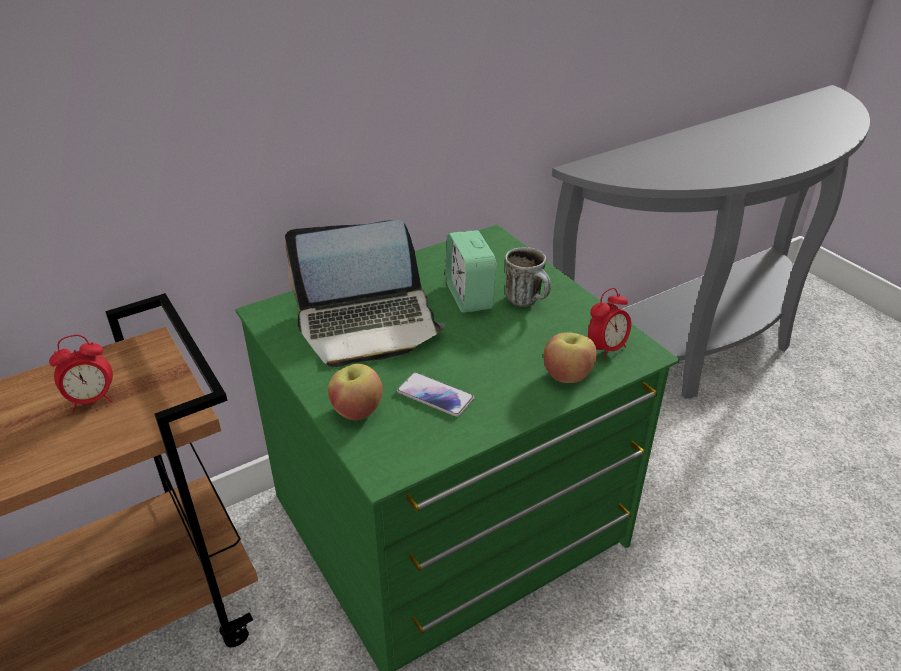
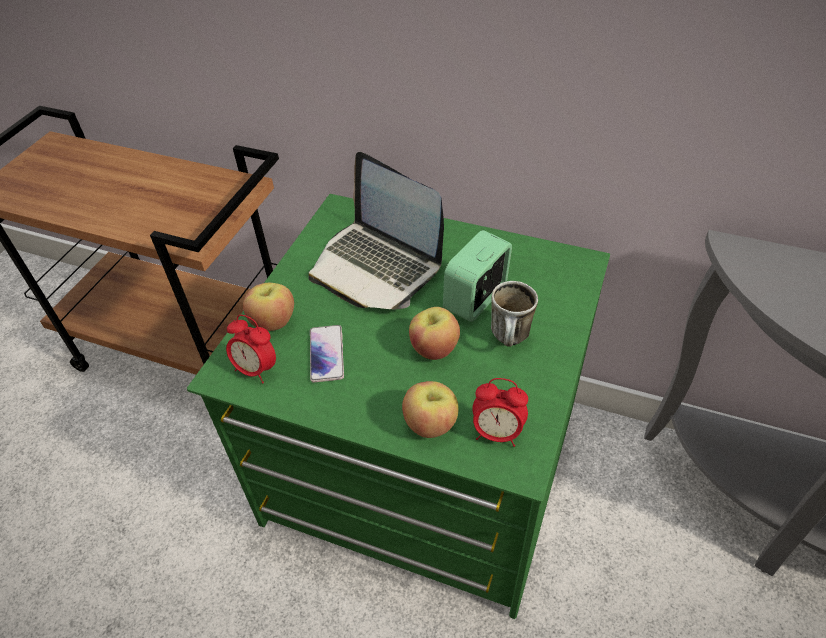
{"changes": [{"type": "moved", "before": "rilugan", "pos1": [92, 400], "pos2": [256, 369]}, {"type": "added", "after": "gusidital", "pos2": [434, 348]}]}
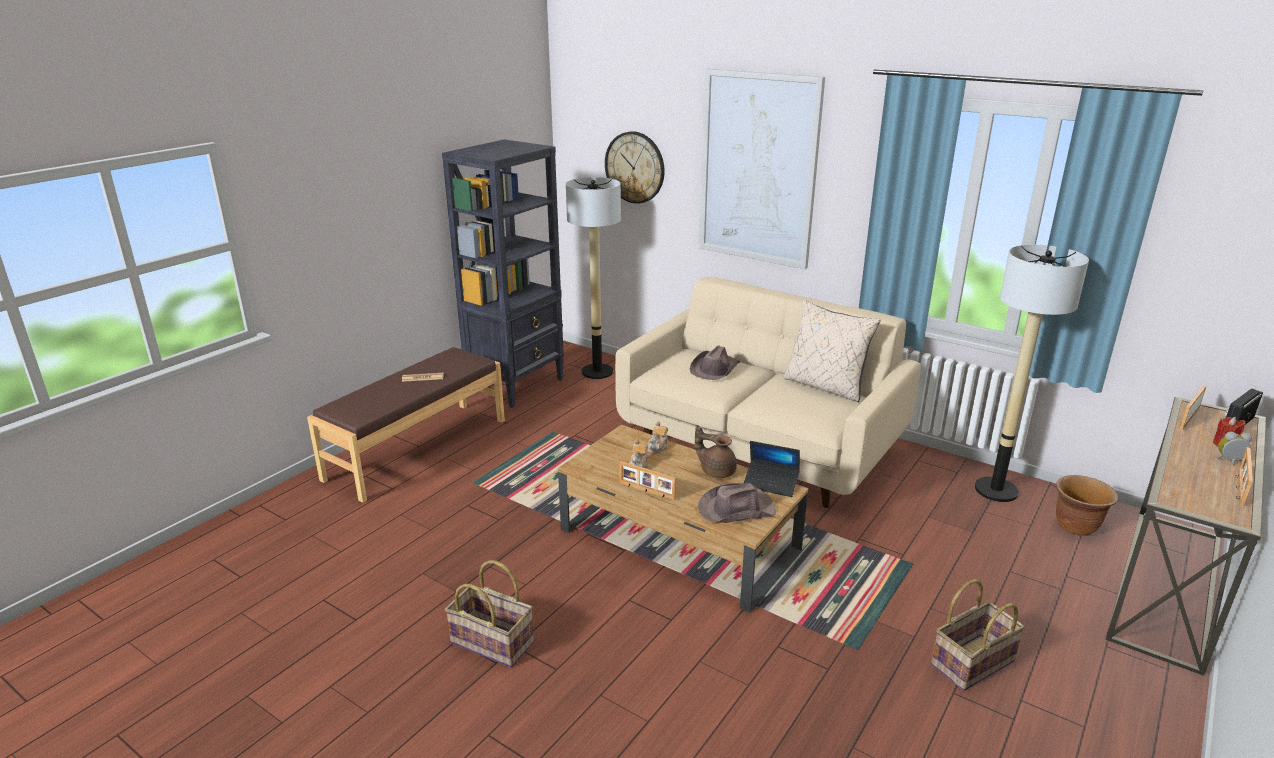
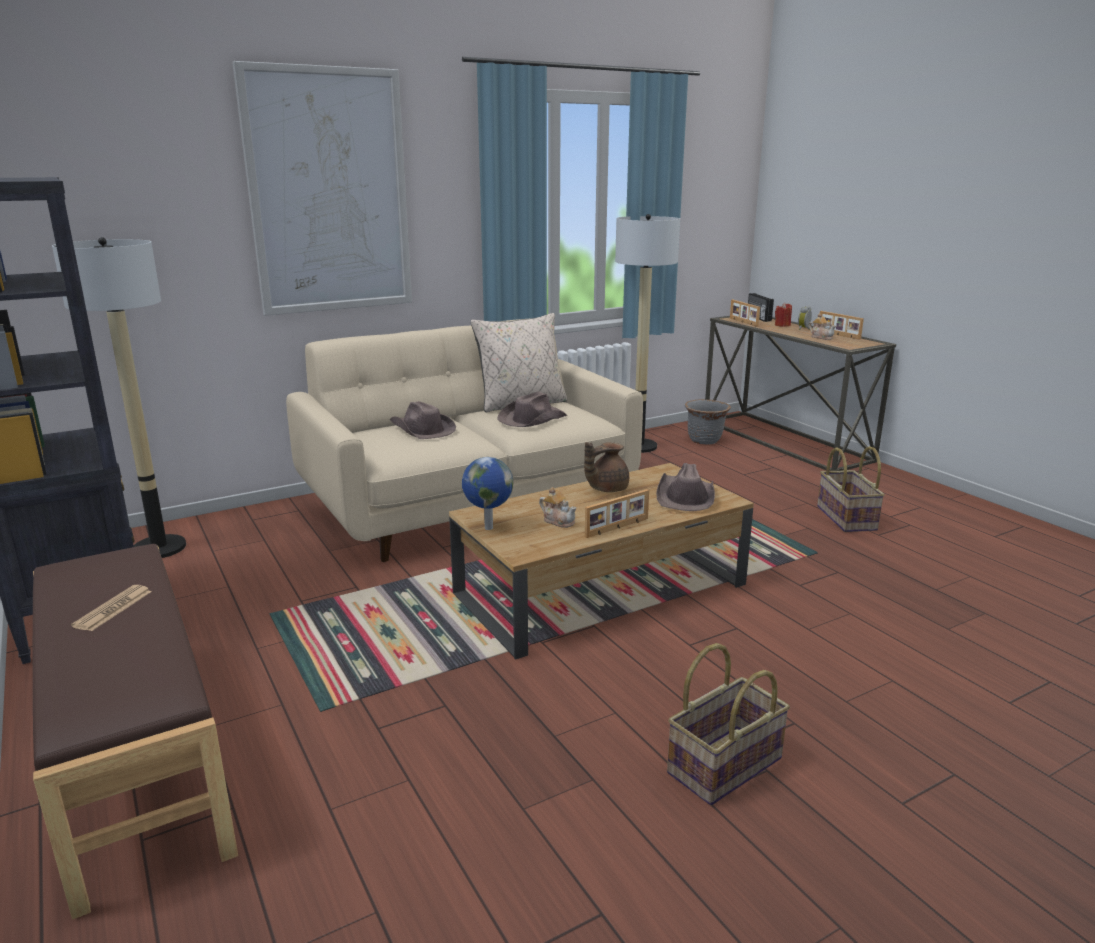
{"changes": [{"type": "removed", "before": "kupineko", "pos1": [635, 167]}, {"type": "moved", "before": "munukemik", "pos1": [658, 447], "pos2": [821, 337]}, {"type": "removed", "before": "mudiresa", "pos1": [770, 484]}, {"type": "recoloured", "before": "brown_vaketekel", "after": "grey_vaketekel", "pos1": [1076, 527], "pos2": [704, 440]}, {"type": "added", "after": "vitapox", "pos2": [487, 528]}, {"type": "added", "after": "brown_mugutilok", "pos2": [531, 419]}]}
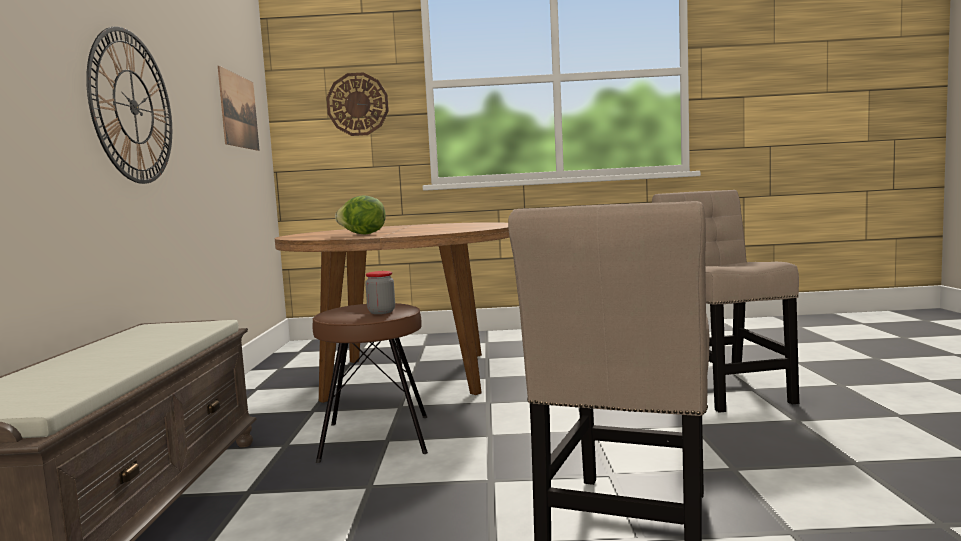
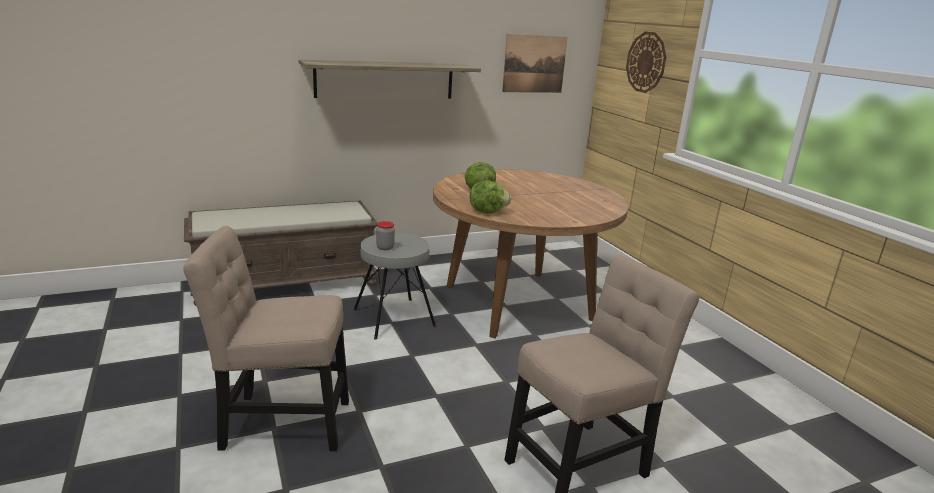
{"changes": [{"type": "replaced", "before": "kupineko", "after": "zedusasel", "pos1": [133, 107], "pos2": [385, 80]}, {"type": "recoloured", "before": "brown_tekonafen", "after": "grey_tekonafen", "pos1": [375, 438], "pos2": [393, 318]}, {"type": "added", "after": "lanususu", "pos2": [487, 211]}]}
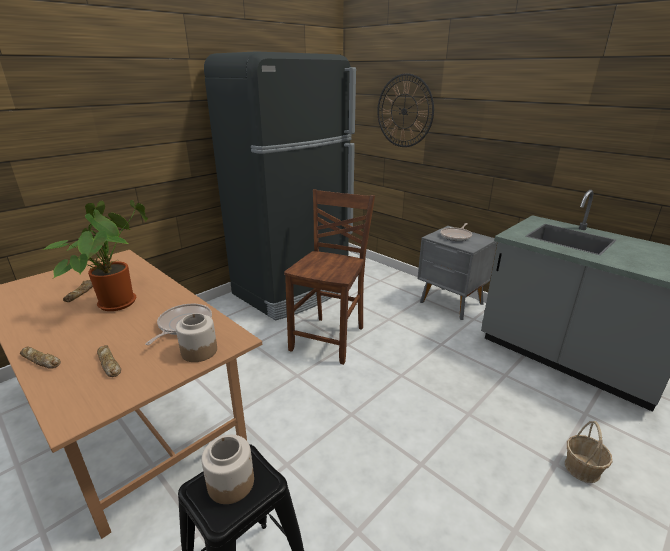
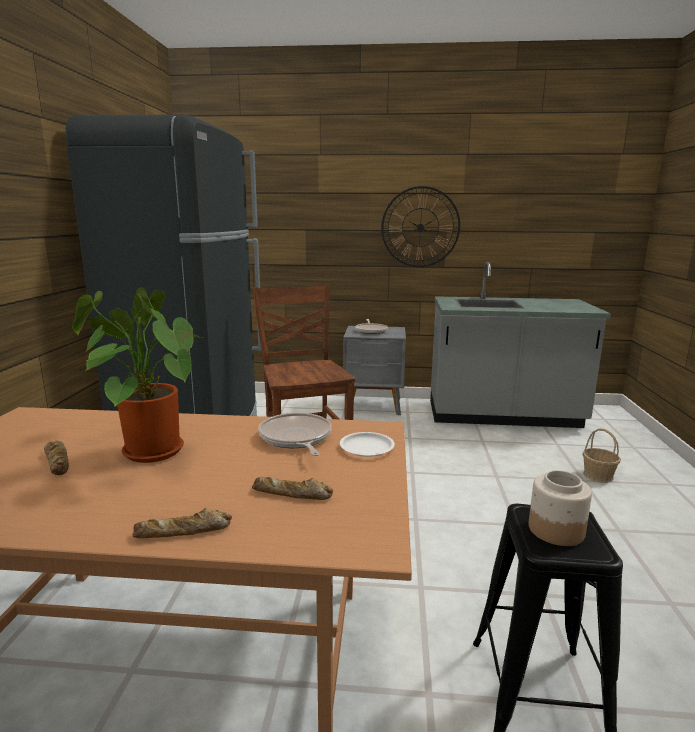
{"changes": [{"type": "replaced", "before": "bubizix", "after": "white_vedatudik", "pos1": [199, 351], "pos2": [366, 448]}, {"type": "moved", "before": "kupineko", "pos1": [404, 111], "pos2": [420, 227]}]}
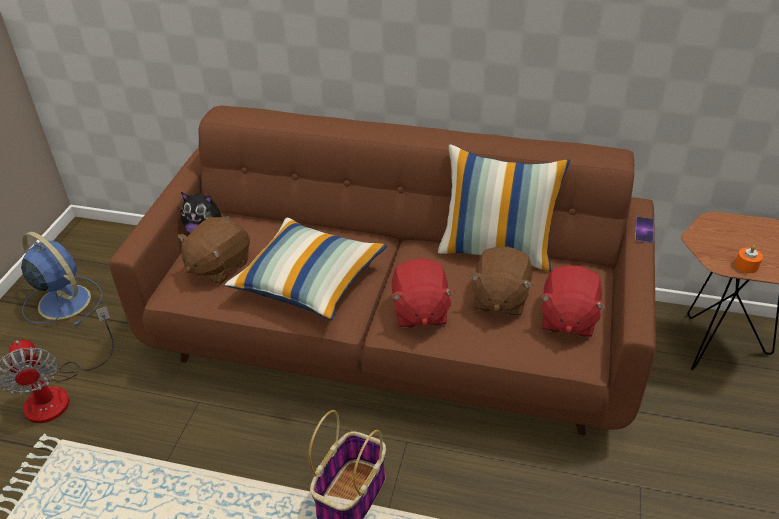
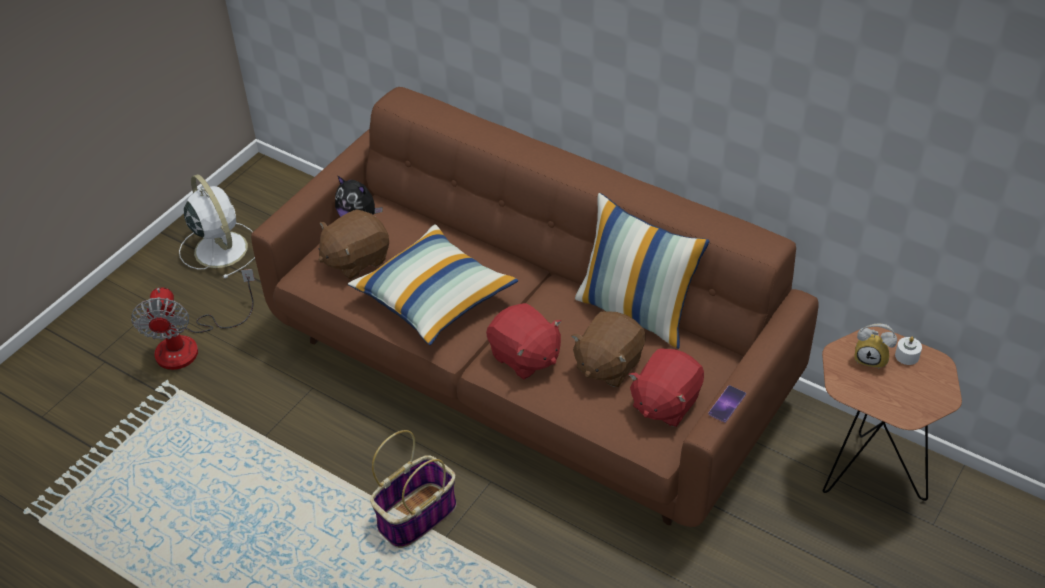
{"changes": [{"type": "recoloured", "before": "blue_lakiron", "after": "white_lakiron", "pos1": [63, 301], "pos2": [220, 248]}, {"type": "turned", "before": "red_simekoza", "pos1": [419, 311], "pos2": [524, 357], "turn": -60}, {"type": "moved", "before": "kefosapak", "pos1": [644, 230], "pos2": [727, 404]}, {"type": "removed", "before": "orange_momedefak", "pos1": [746, 265]}, {"type": "added", "after": "rilugan", "pos2": [872, 358]}, {"type": "added", "after": "white_momedefak", "pos2": [907, 356]}]}
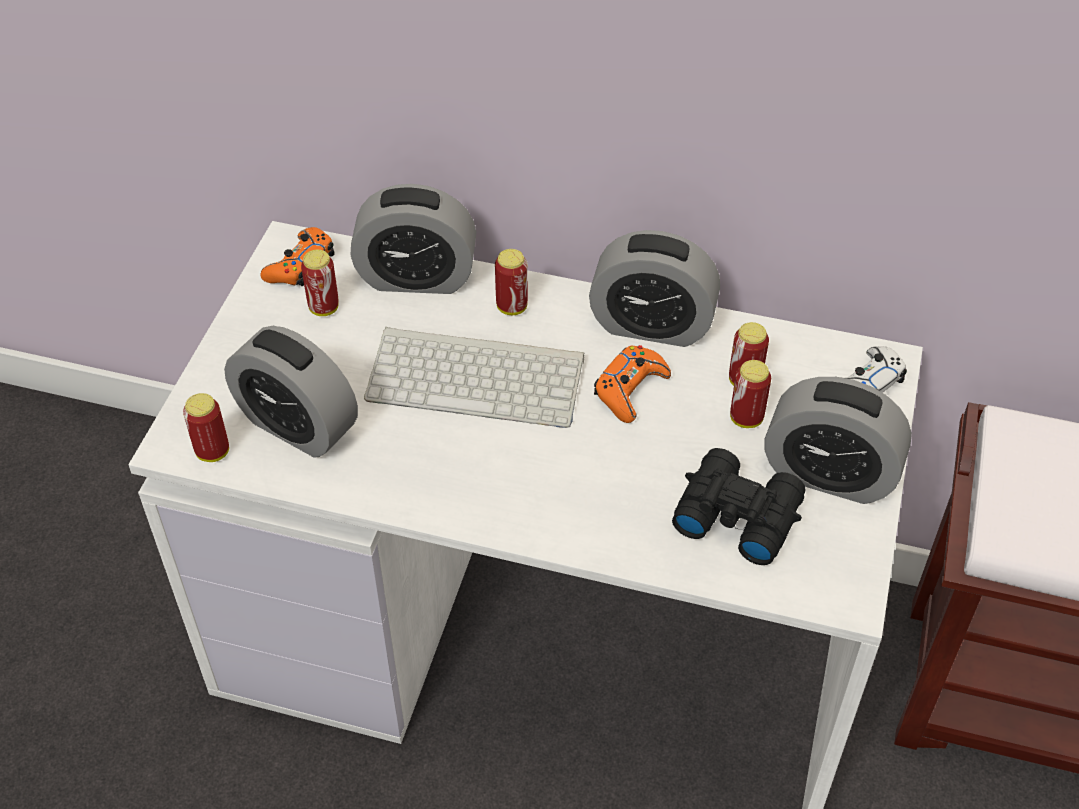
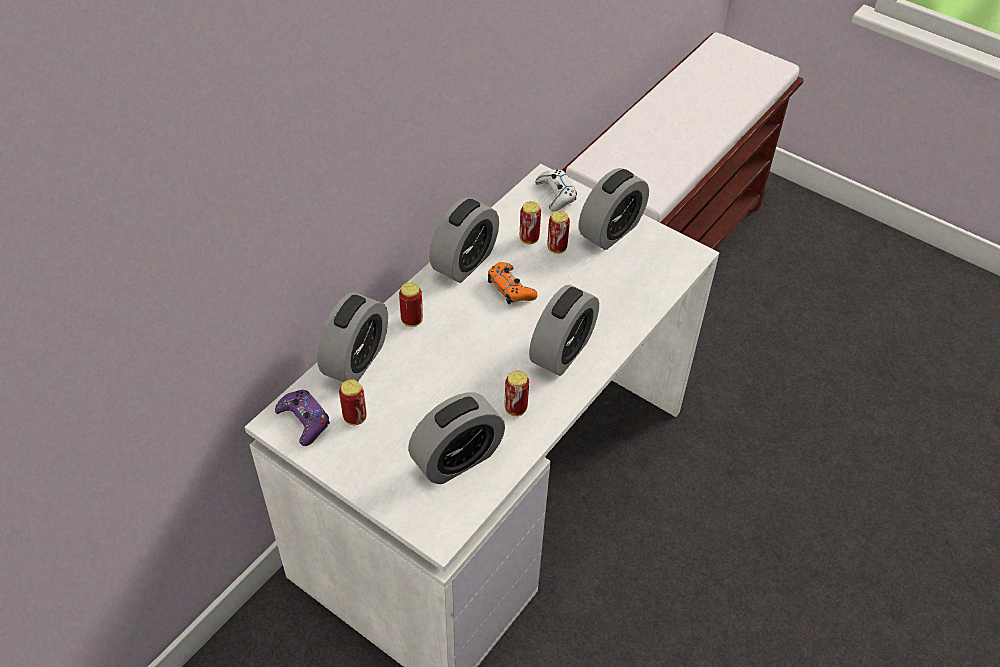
{"changes": [{"type": "moved", "before": "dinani", "pos1": [212, 452], "pos2": [515, 408]}, {"type": "recoloured", "before": "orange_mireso", "after": "purple_mireso", "pos1": [300, 265], "pos2": [304, 421]}, {"type": "removed", "before": "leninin", "pos1": [479, 376]}, {"type": "removed", "before": "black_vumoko", "pos1": [735, 514]}, {"type": "added", "after": "rilugan", "pos2": [562, 351]}]}
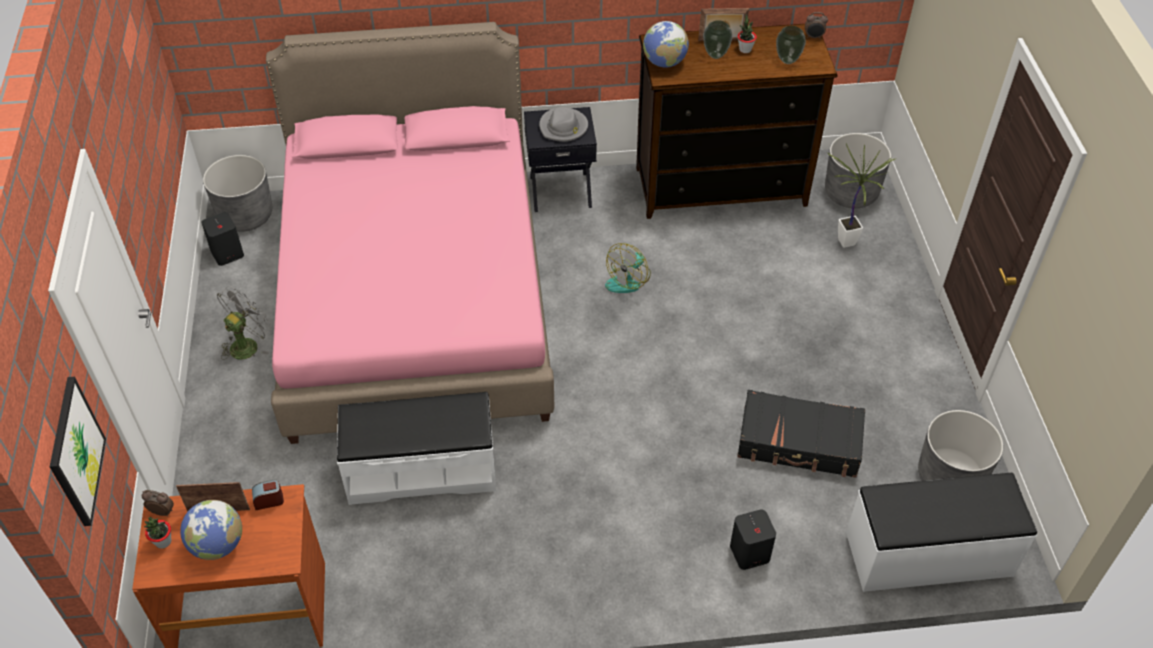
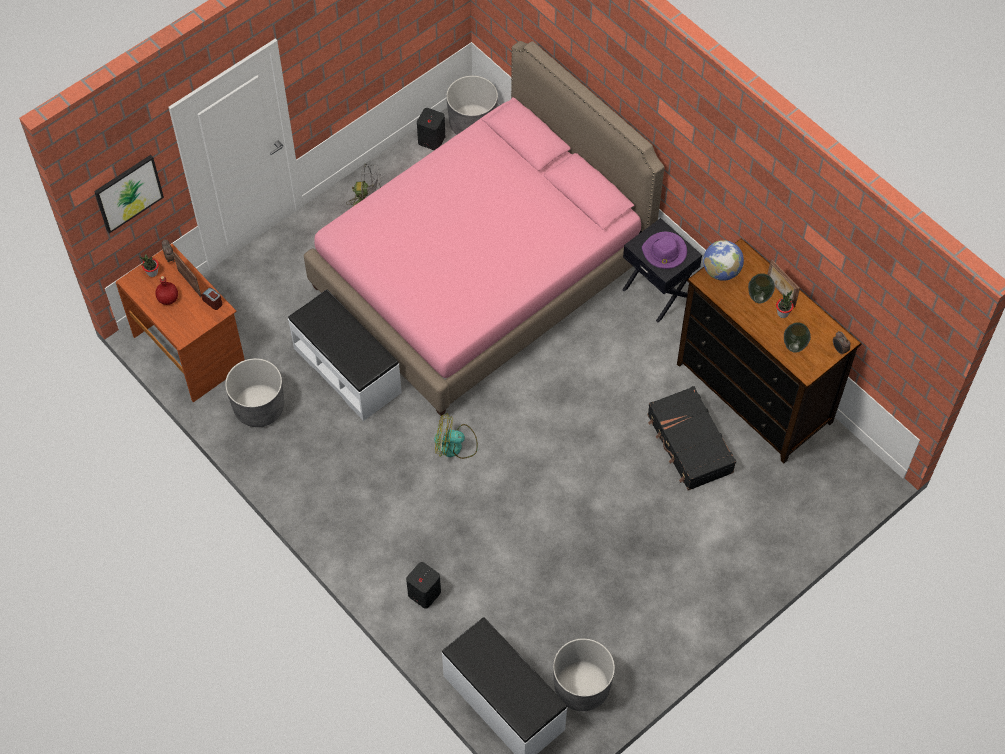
{"changes": [{"type": "replaced", "before": "vitapox", "after": "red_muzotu", "pos1": [218, 545], "pos2": [168, 299]}, {"type": "recoloured", "before": "grey_mugutilok", "after": "purple_mugutilok", "pos1": [563, 127], "pos2": [664, 252]}, {"type": "moved", "before": "lakiron", "pos1": [629, 279], "pos2": [455, 445]}, {"type": "moved", "before": "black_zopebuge", "pos1": [799, 443], "pos2": [689, 444]}, {"type": "moved", "before": "grey_vaketekel", "pos1": [851, 193], "pos2": [259, 407]}, {"type": "removed", "before": "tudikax", "pos1": [845, 245]}]}
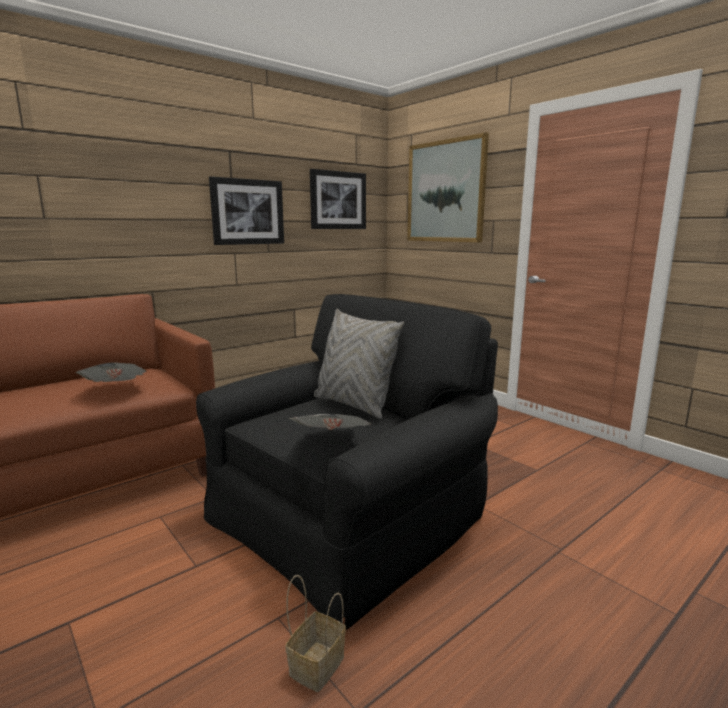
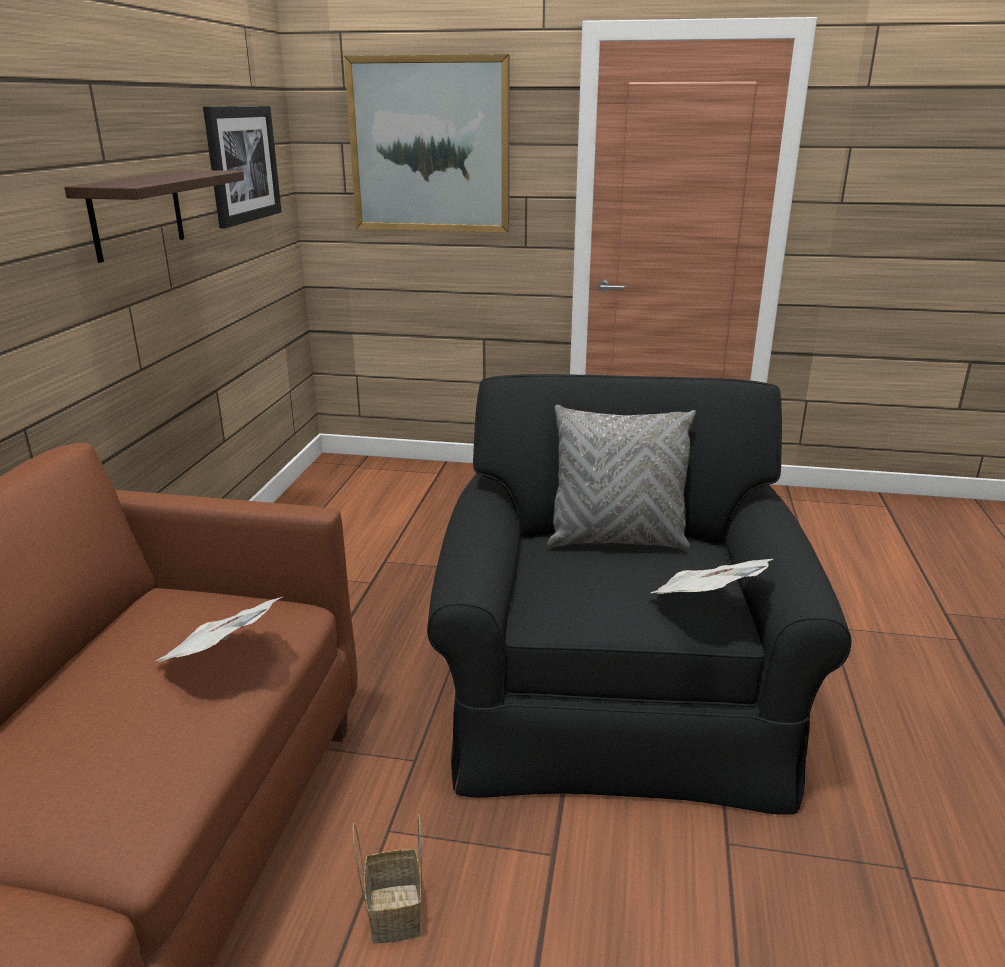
{"changes": [{"type": "replaced", "before": "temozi", "after": "zedusasel", "pos1": [247, 212], "pos2": [137, 214]}, {"type": "moved", "before": "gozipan", "pos1": [317, 664], "pos2": [393, 911]}]}
